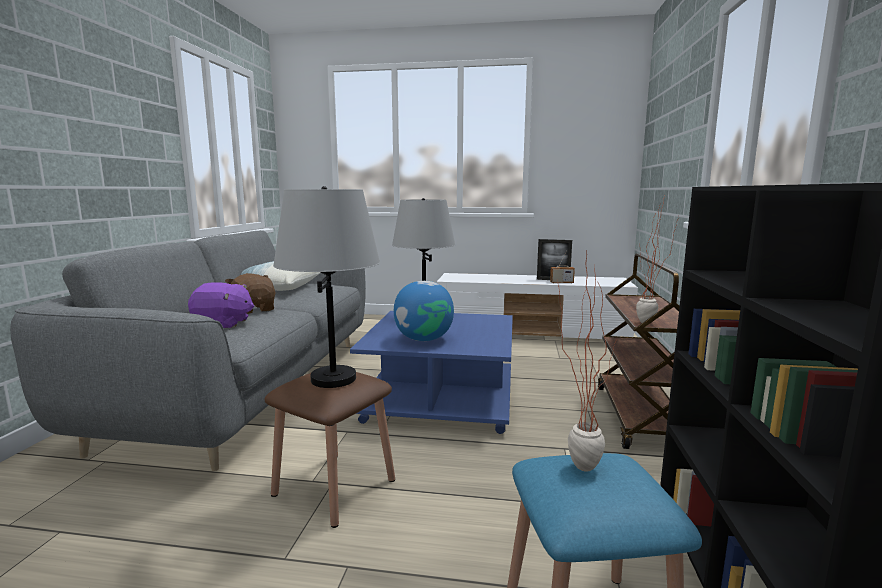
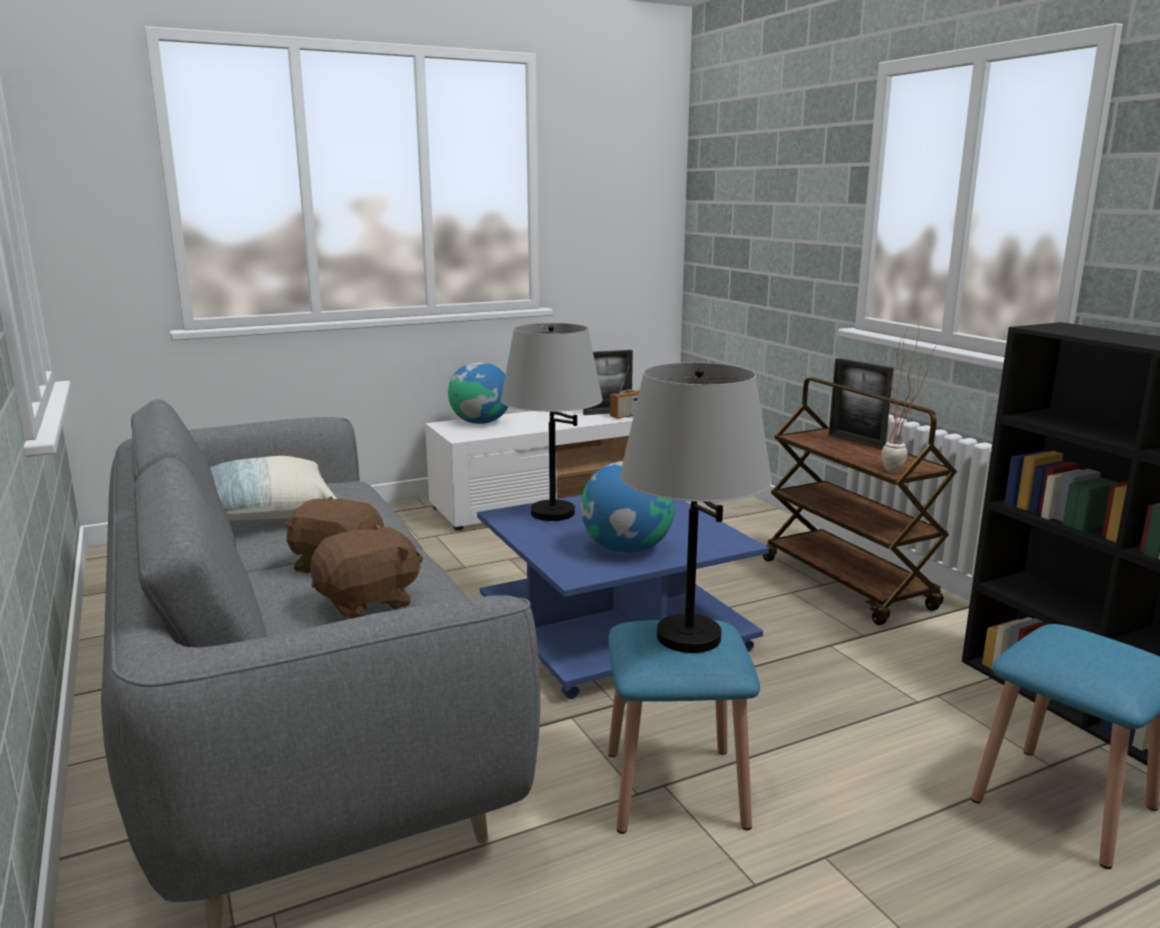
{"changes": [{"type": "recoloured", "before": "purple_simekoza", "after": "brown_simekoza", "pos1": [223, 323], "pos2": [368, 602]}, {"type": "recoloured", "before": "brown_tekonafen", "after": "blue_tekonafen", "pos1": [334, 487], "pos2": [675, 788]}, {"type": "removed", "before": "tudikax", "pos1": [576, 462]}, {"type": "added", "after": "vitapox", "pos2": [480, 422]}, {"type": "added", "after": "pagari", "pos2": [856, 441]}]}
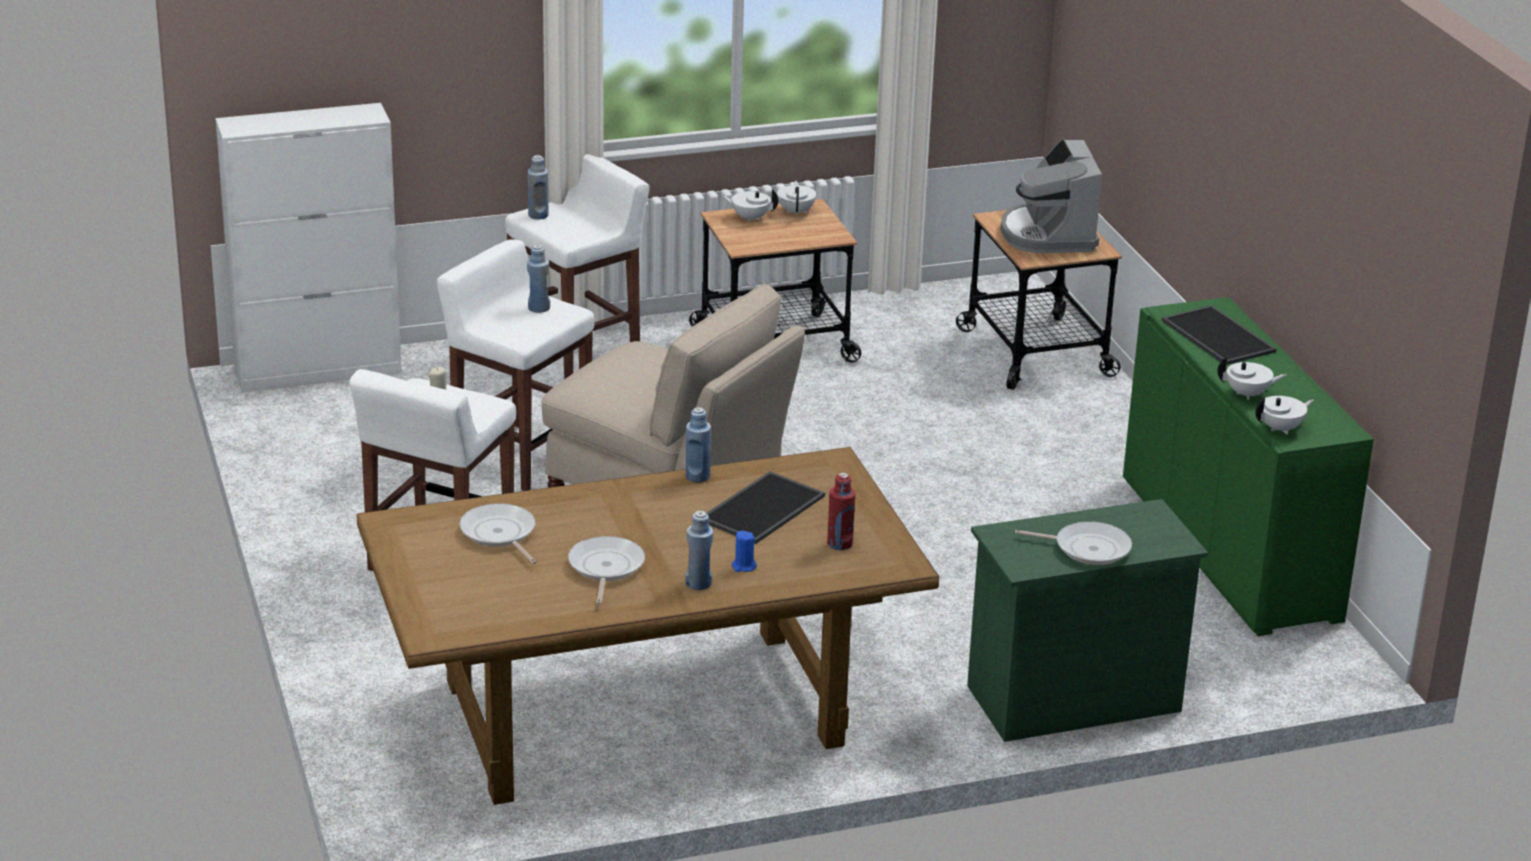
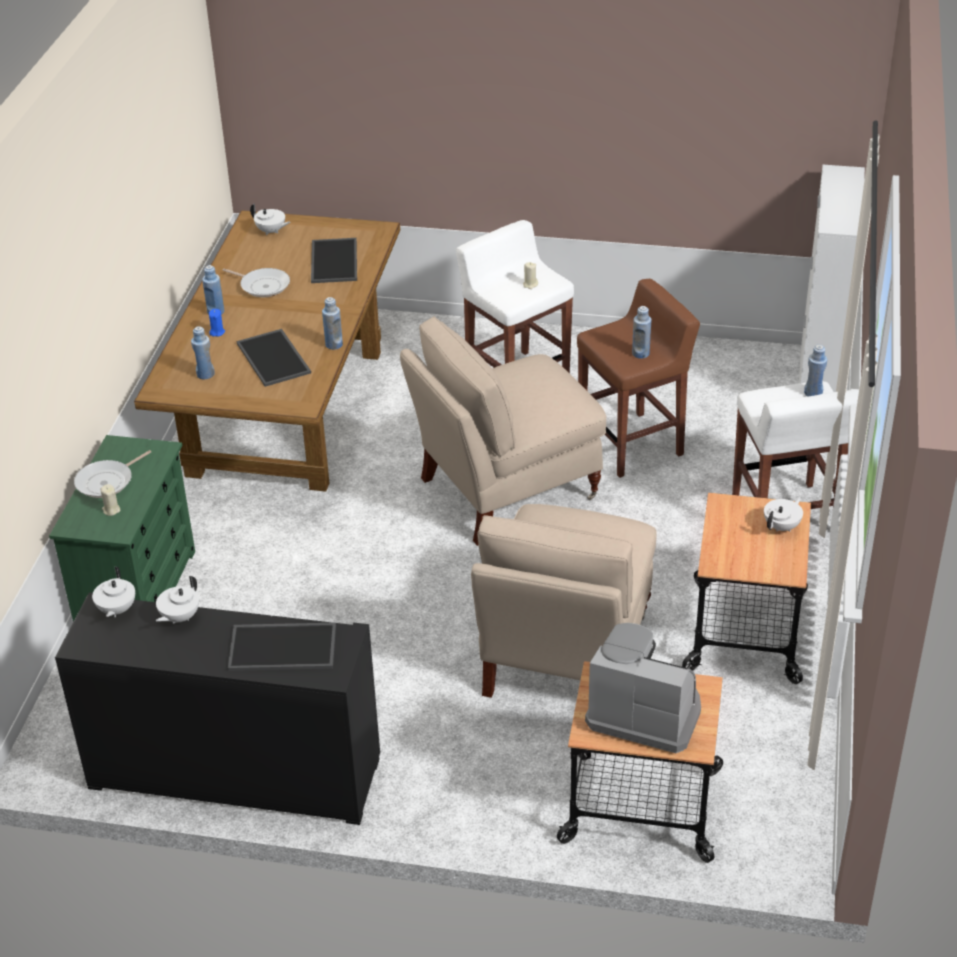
{"changes": [{"type": "recoloured", "before": "white_tekonafen", "after": "brown_tekonafen", "pos1": [519, 456], "pos2": [632, 444]}, {"type": "replaced", "before": "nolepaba", "after": "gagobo", "pos1": [499, 534], "pos2": [332, 260]}, {"type": "moved", "before": "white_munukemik", "pos1": [796, 212], "pos2": [271, 231]}, {"type": "recoloured", "before": "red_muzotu", "after": "blue_muzotu", "pos1": [840, 544], "pos2": [205, 374]}, {"type": "recoloured", "before": "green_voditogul", "after": "black_voditogul", "pos1": [1229, 548], "pos2": [235, 772]}, {"type": "added", "after": "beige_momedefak", "pos2": [111, 510]}, {"type": "added", "after": "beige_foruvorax", "pos2": [565, 656]}]}
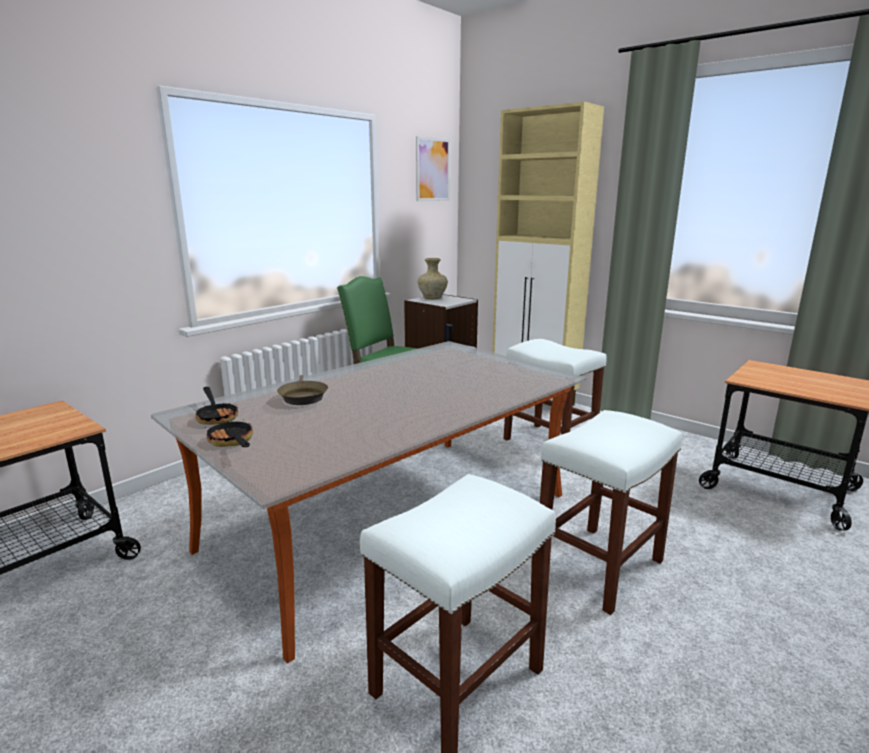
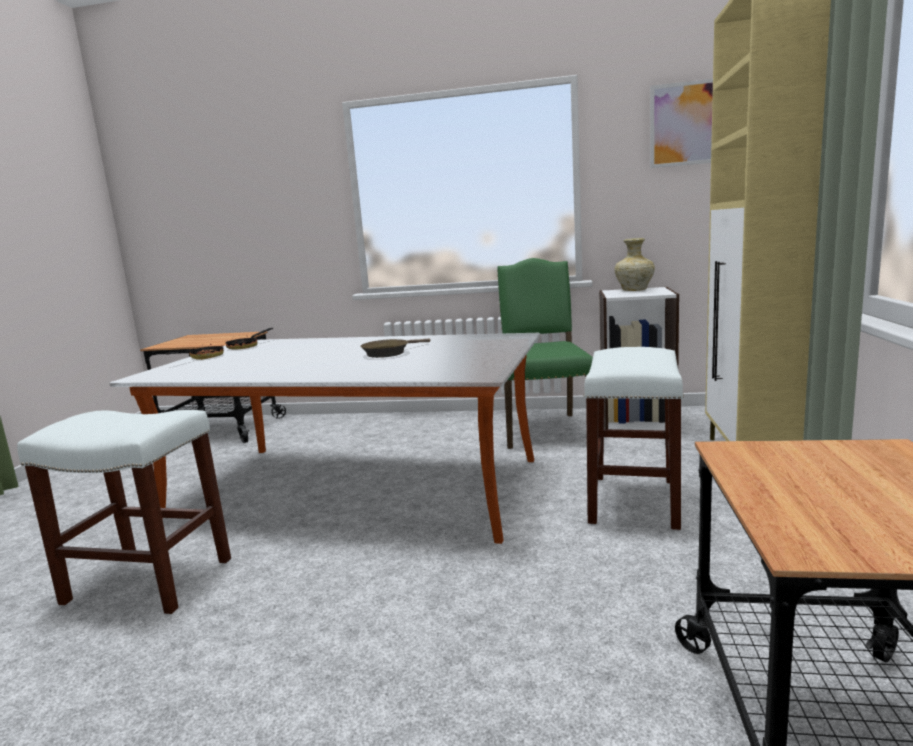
{"changes": [{"type": "moved", "before": "brown_nolepaba", "pos1": [302, 397], "pos2": [389, 353]}, {"type": "removed", "before": "white_tekonafen", "pos1": [599, 568]}]}
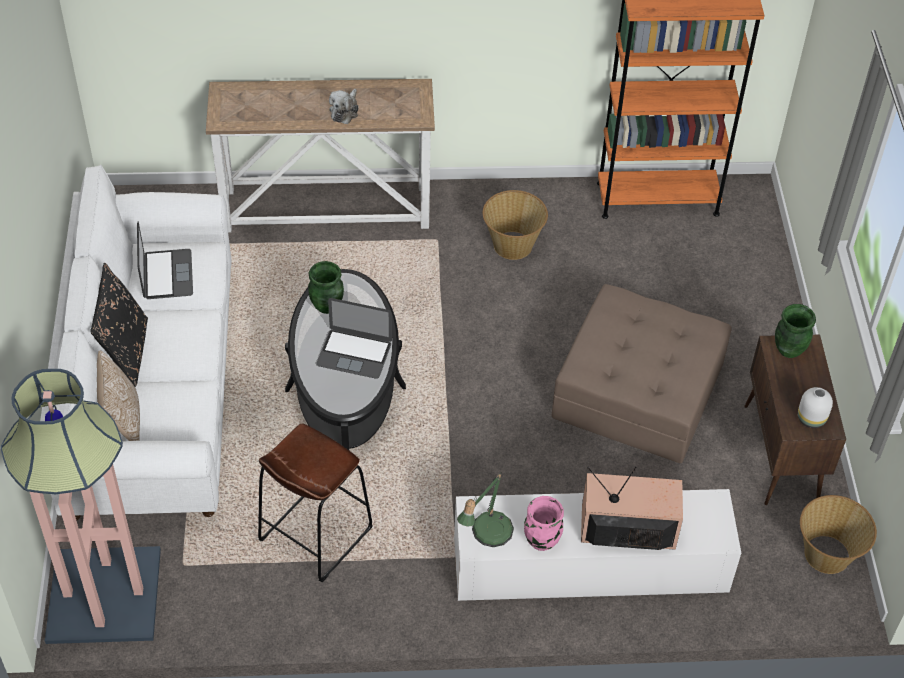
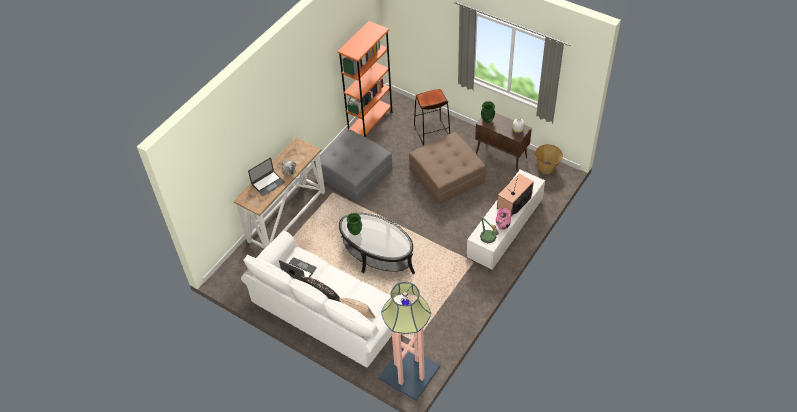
{"changes": [{"type": "moved", "before": "brown_tekonafen", "pos1": [315, 534], "pos2": [432, 132]}, {"type": "moved", "before": "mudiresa", "pos1": [354, 353], "pos2": [268, 183]}, {"type": "replaced", "before": "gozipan", "after": "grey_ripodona", "pos1": [512, 244], "pos2": [354, 173]}]}
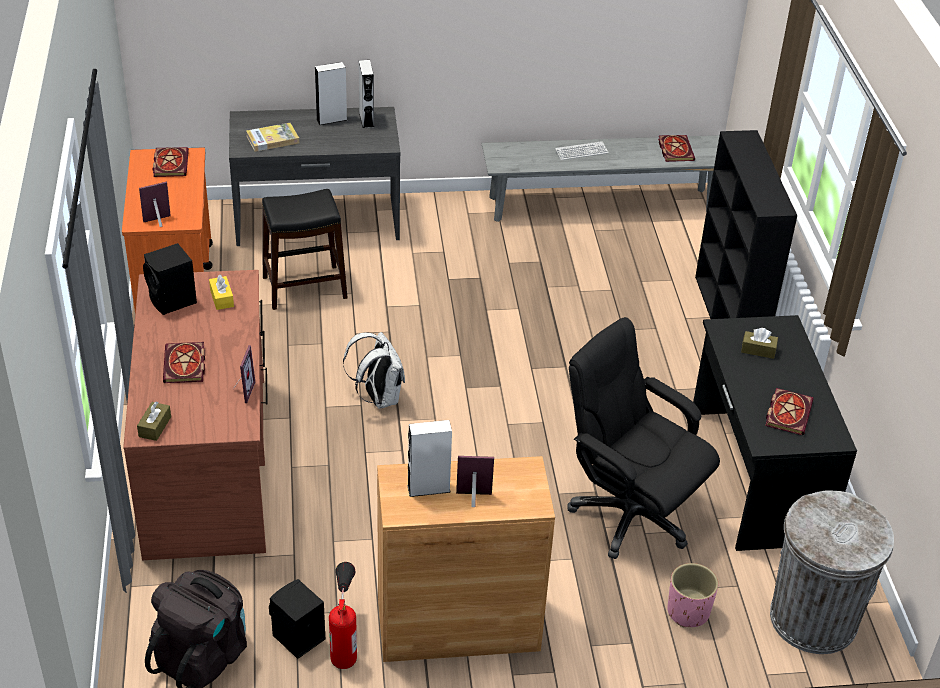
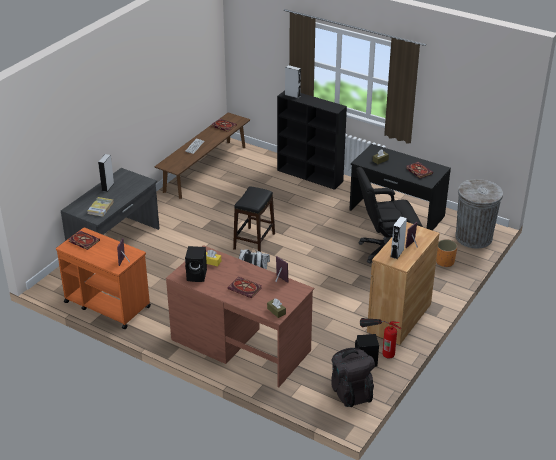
{"changes": [{"type": "moved", "before": "black_tekonafen", "pos1": [305, 288], "pos2": [254, 241]}, {"type": "moved", "before": "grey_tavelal", "pos1": [366, 120], "pos2": [292, 95]}, {"type": "recoloured", "before": "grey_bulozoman", "after": "brown_bulozoman", "pos1": [601, 204], "pos2": [205, 169]}, {"type": "recoloured", "before": "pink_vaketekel", "after": "orange_vaketekel", "pos1": [688, 612], "pos2": [445, 262]}]}
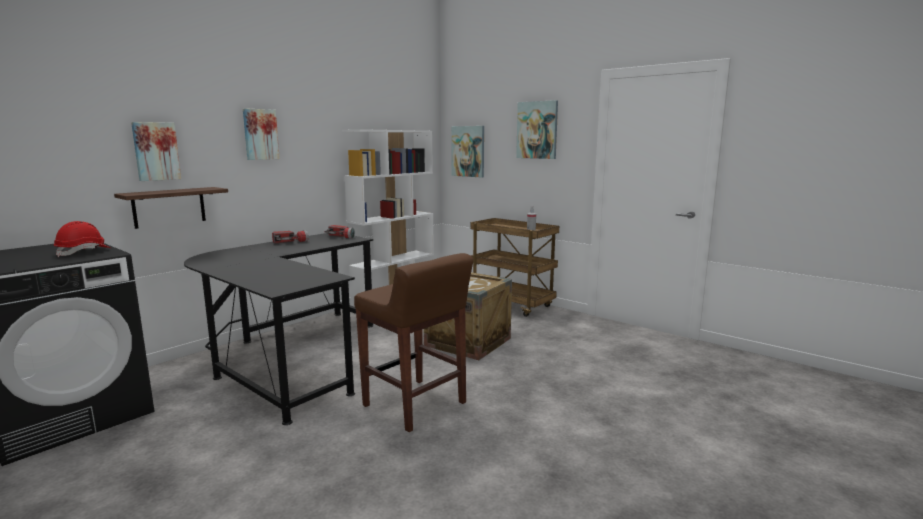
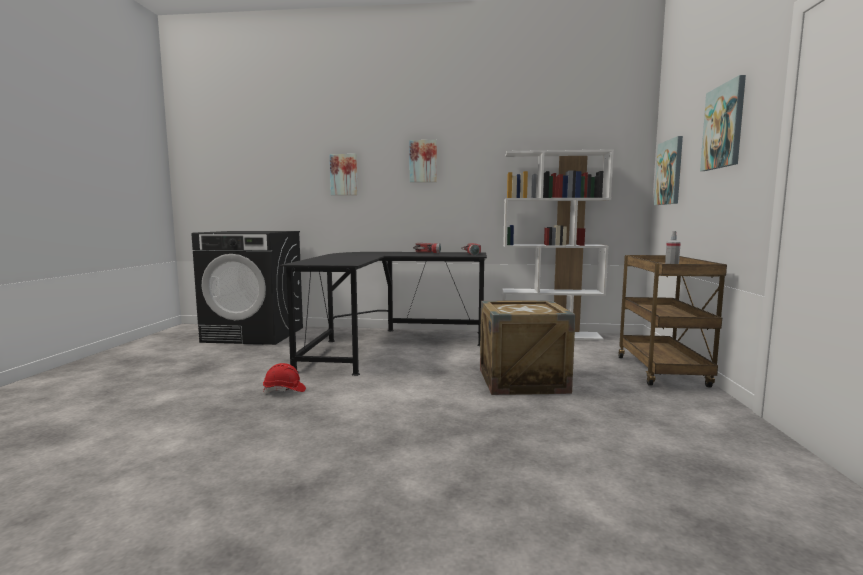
{"changes": [{"type": "moved", "before": "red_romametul", "pos1": [84, 252], "pos2": [284, 390]}, {"type": "removed", "before": "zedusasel", "pos1": [169, 207]}, {"type": "removed", "before": "brown_tekonafen", "pos1": [415, 405]}]}
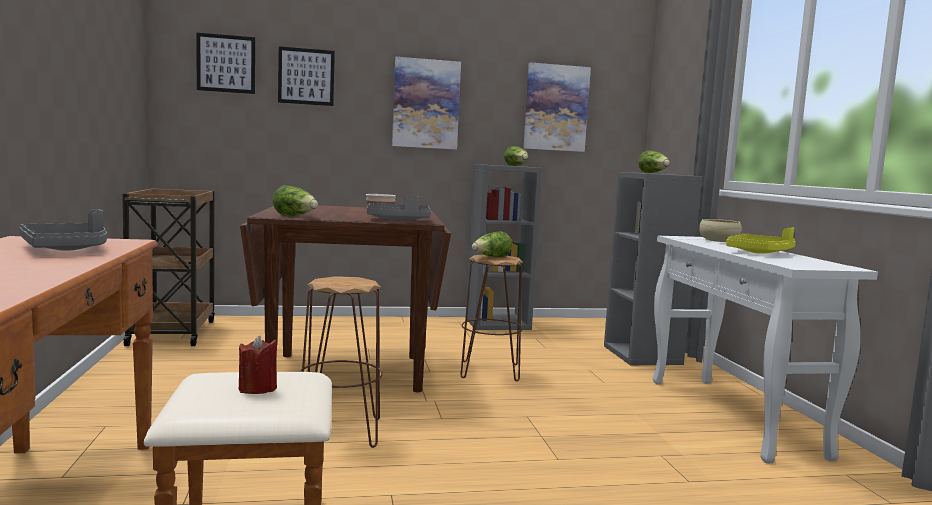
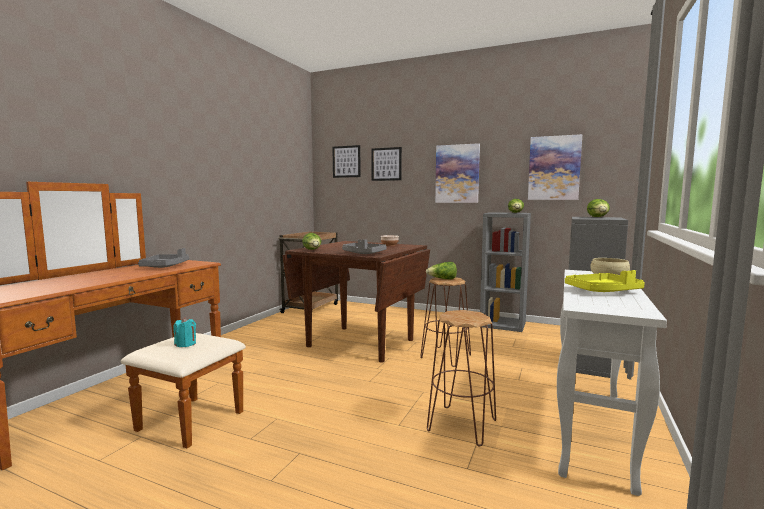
{"changes": [{"type": "recoloured", "before": "red_momedefak", "after": "turquoise_momedefak", "pos1": [257, 388], "pos2": [185, 344]}, {"type": "moved", "before": "brown_tekonafen", "pos1": [339, 432], "pos2": [461, 425]}]}
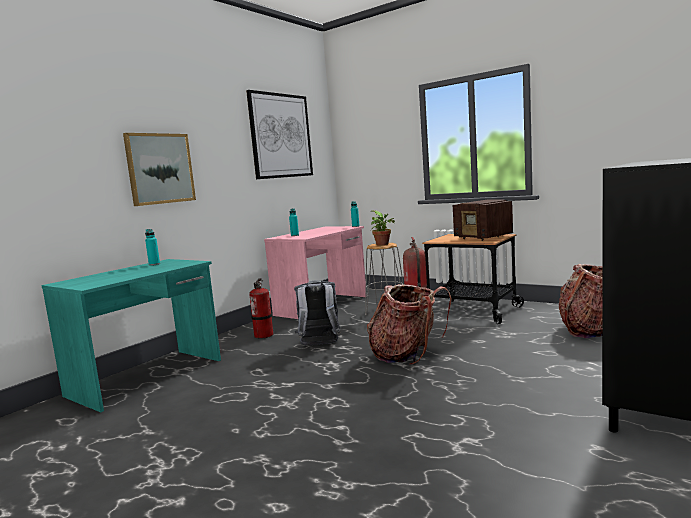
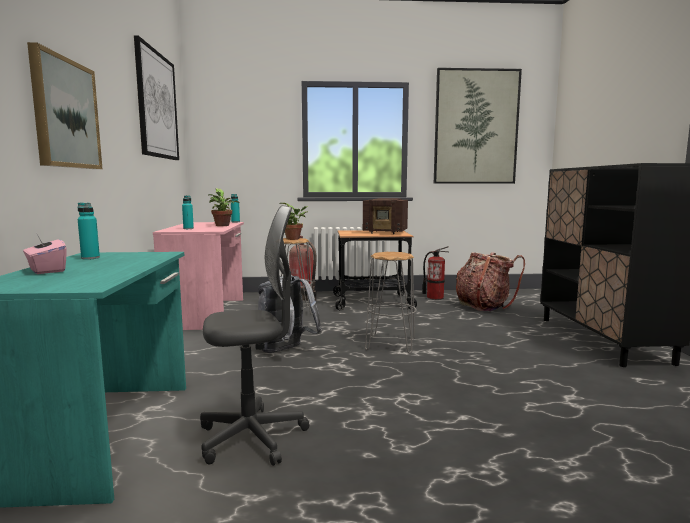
{"changes": [{"type": "moved", "before": "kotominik", "pos1": [264, 335], "pos2": [435, 297]}, {"type": "replaced", "before": "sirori", "after": "grey_tekonafen", "pos1": [407, 355], "pos2": [391, 344]}, {"type": "added", "after": "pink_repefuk", "pos2": [46, 270]}, {"type": "added", "after": "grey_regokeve", "pos2": [252, 437]}, {"type": "added", "after": "tudikax", "pos2": [223, 225]}, {"type": "added", "after": "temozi", "pos2": [476, 127]}]}
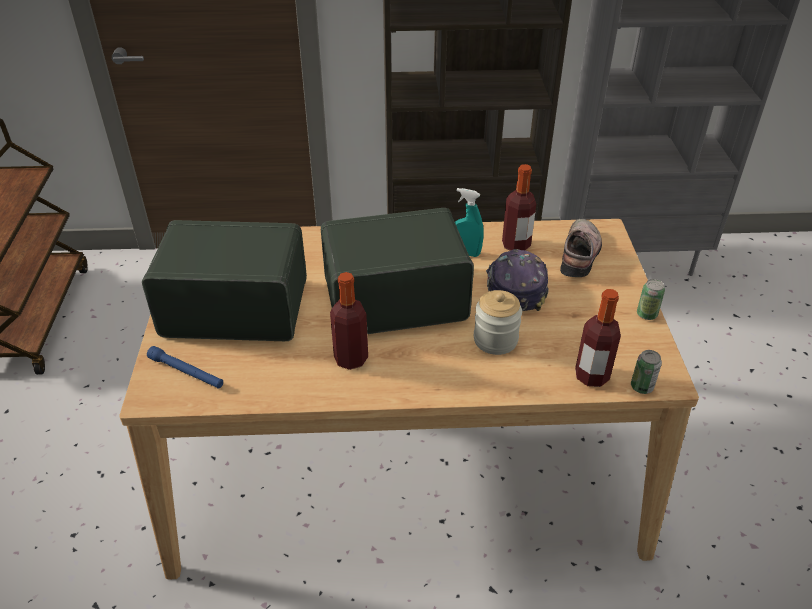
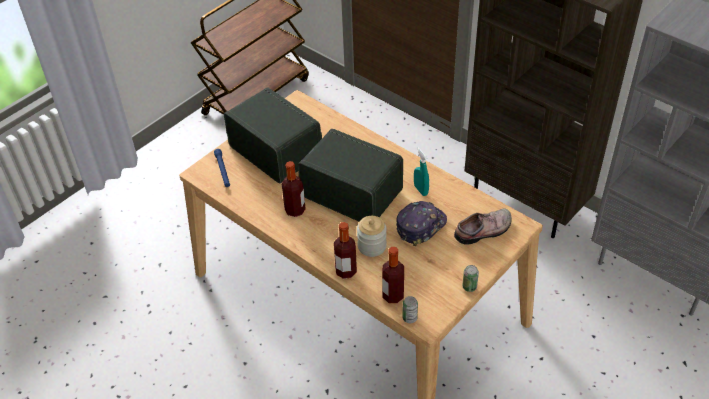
{"changes": [{"type": "moved", "before": "muzotu", "pos1": [516, 245], "pos2": [346, 271]}]}
